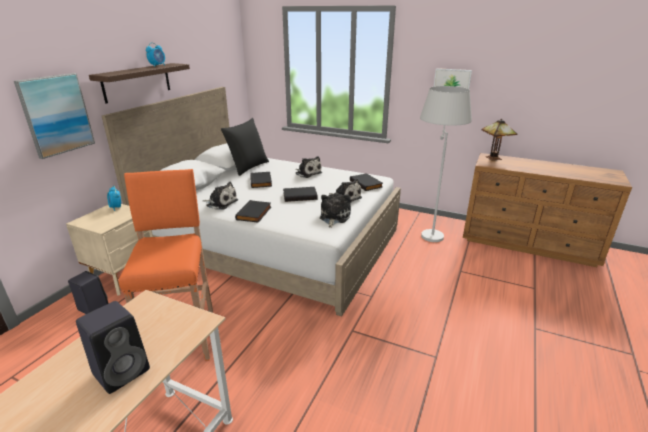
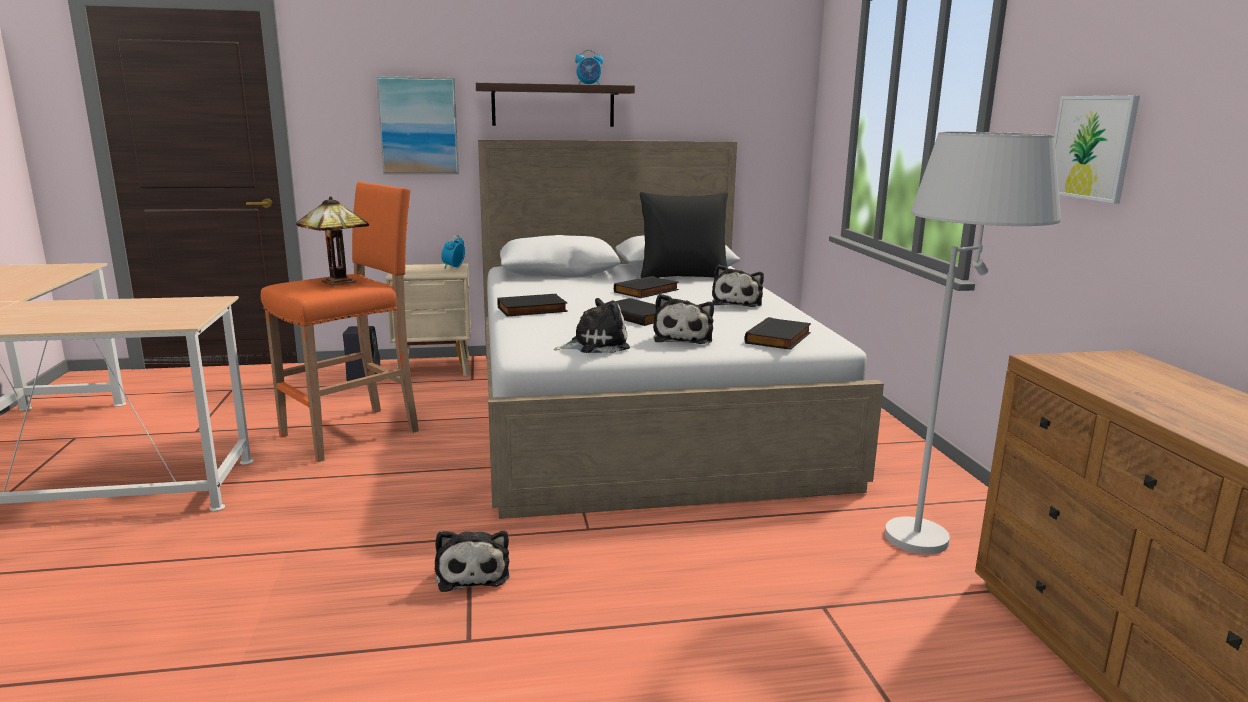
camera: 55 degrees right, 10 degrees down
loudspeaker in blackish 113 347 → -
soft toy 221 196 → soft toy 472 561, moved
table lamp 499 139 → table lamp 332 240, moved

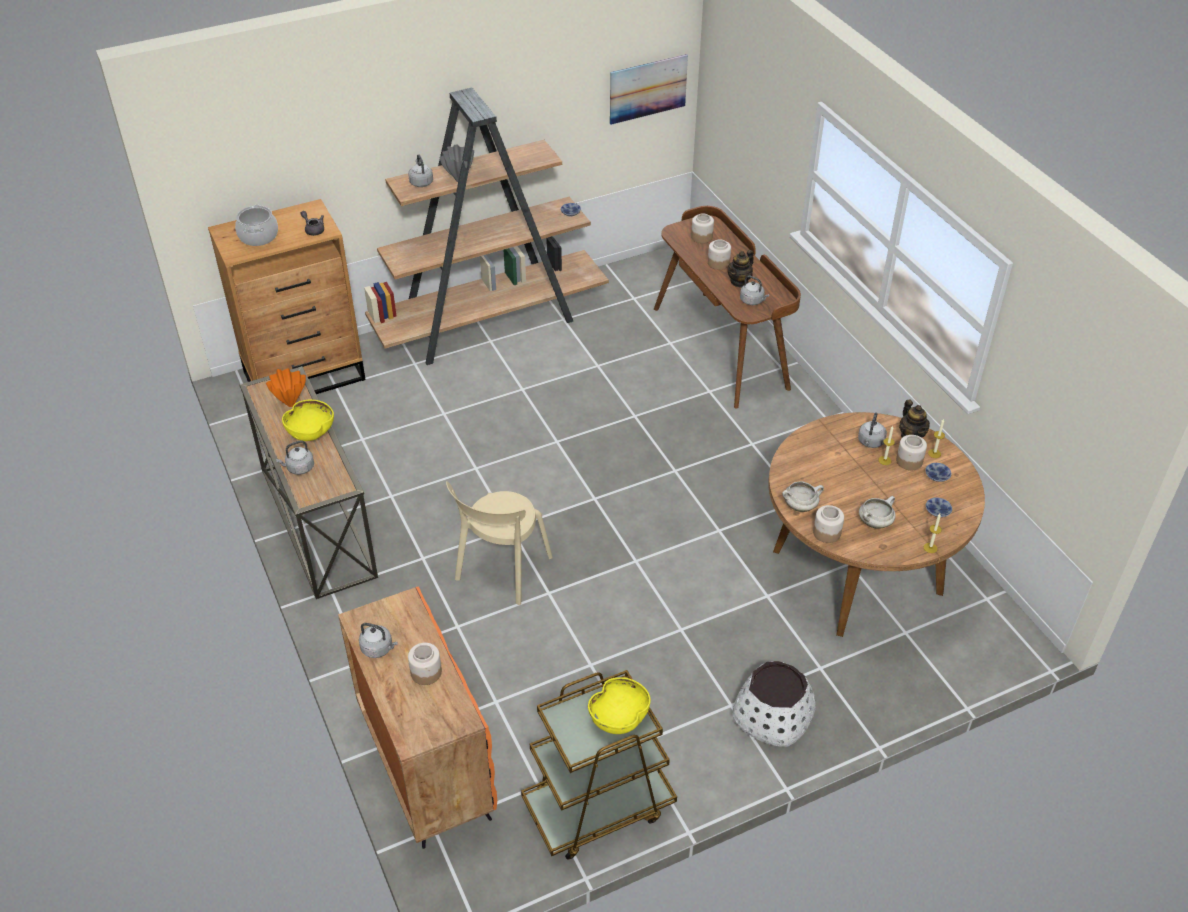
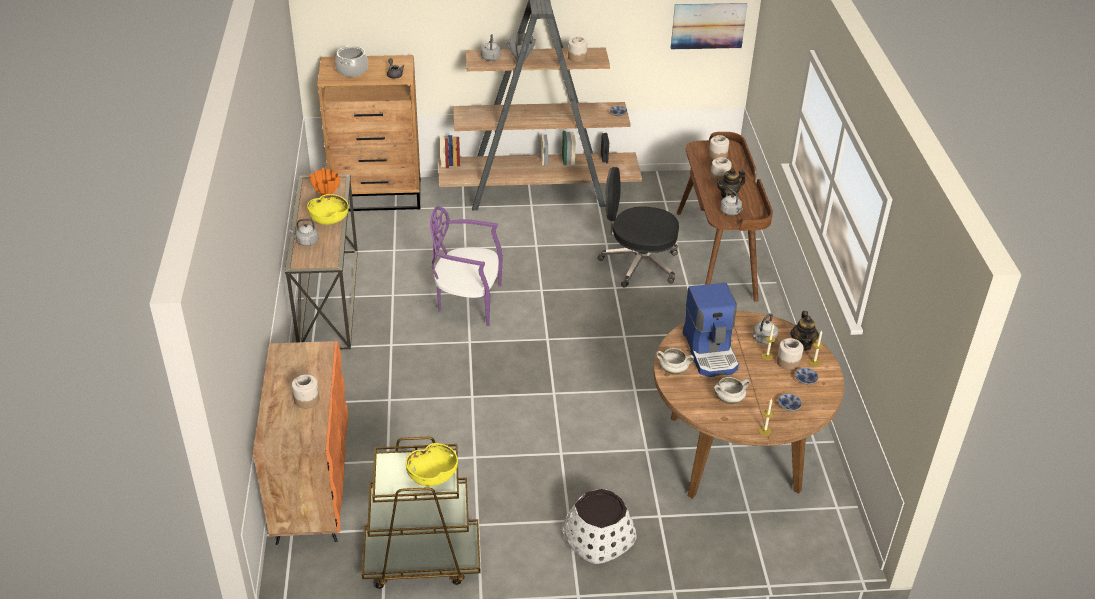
camera: 20 degrees right, 5 degrees down
tea kettle in gray 378 640 → -
plain chair in beige-coloured 499 543 → -
storage jar 828 524 → storage jar 577 49, moved
- → plain chair in purplish 466 266
- → computer chair in blackish 638 227
- → coffee brewer 711 330

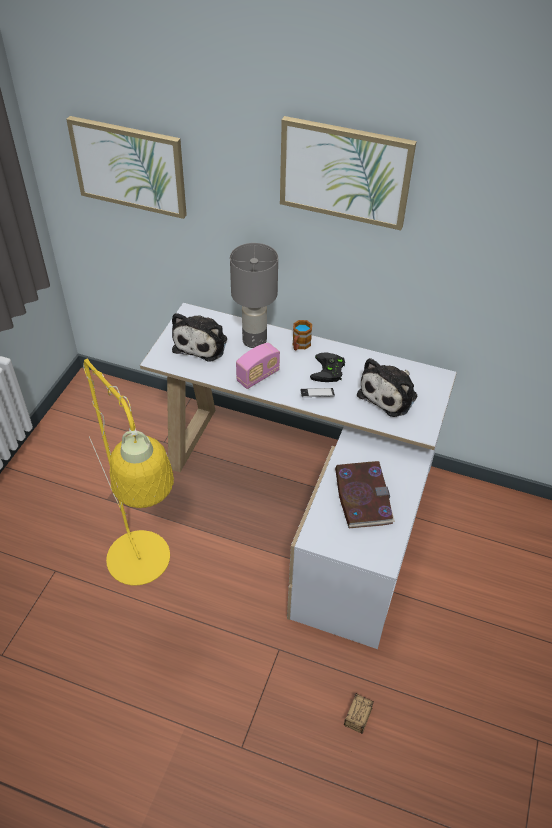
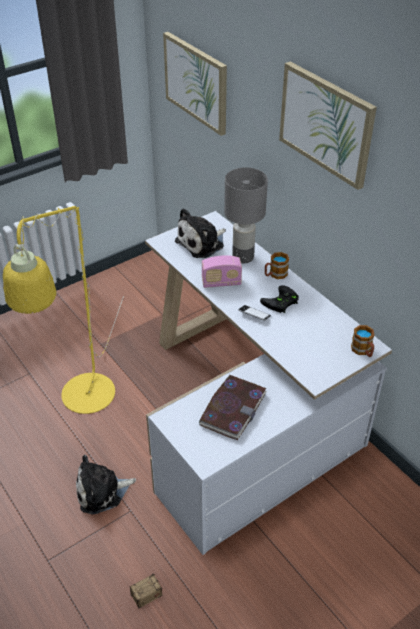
camera: 35 degrees right, 5 degrees down
soft toy 387 387 → soft toy 106 484, moved
- → coffee mug 362 341

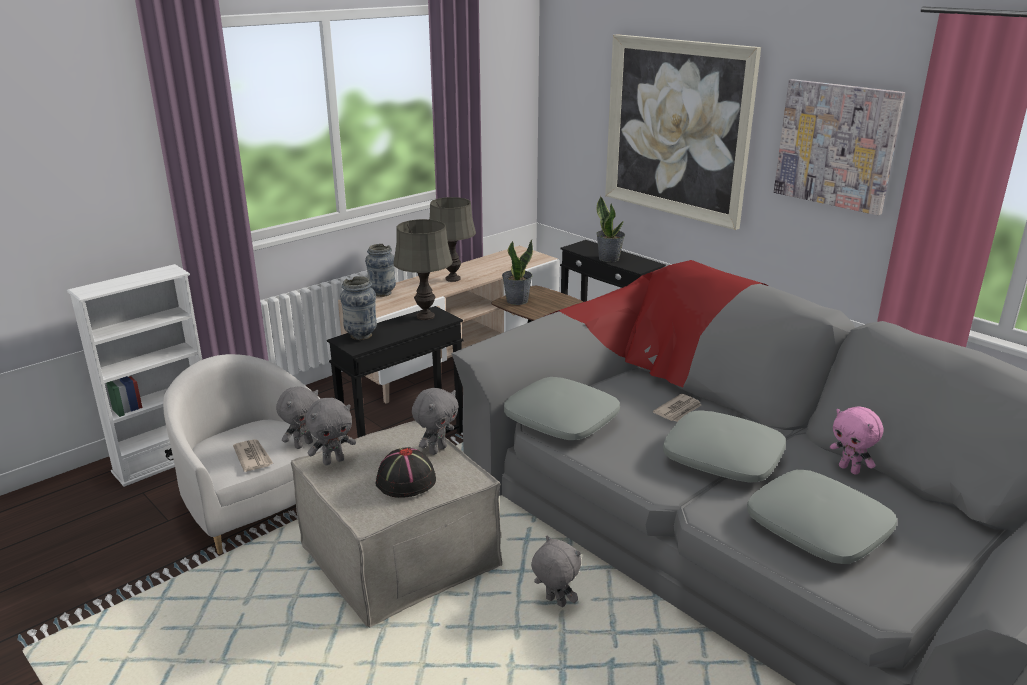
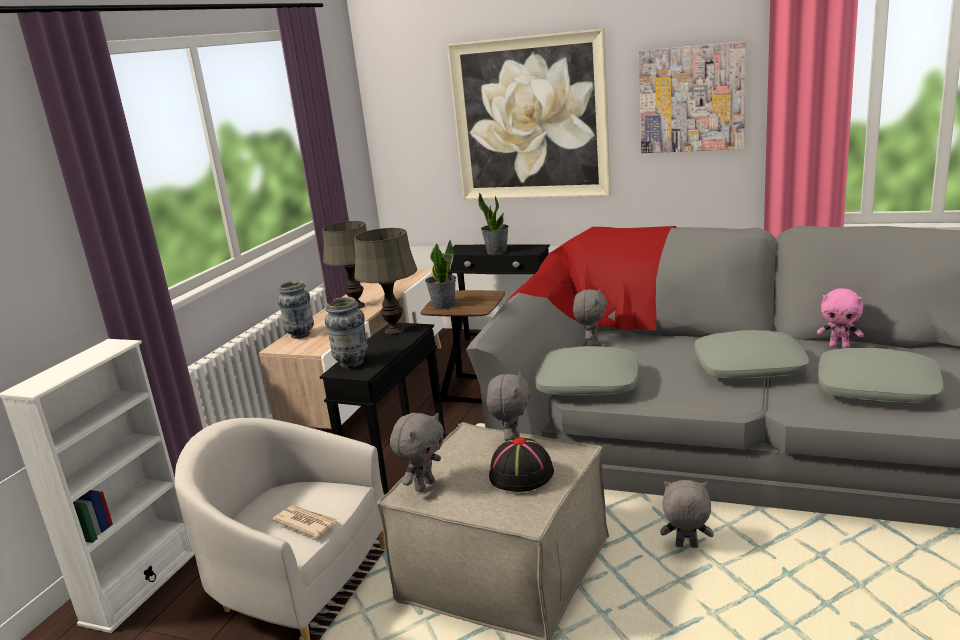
camera: 25 degrees left, 5 degrees down
soft toy in gray 297 417 → soft toy in gray 590 317, moved
newspaper 677 408 → -

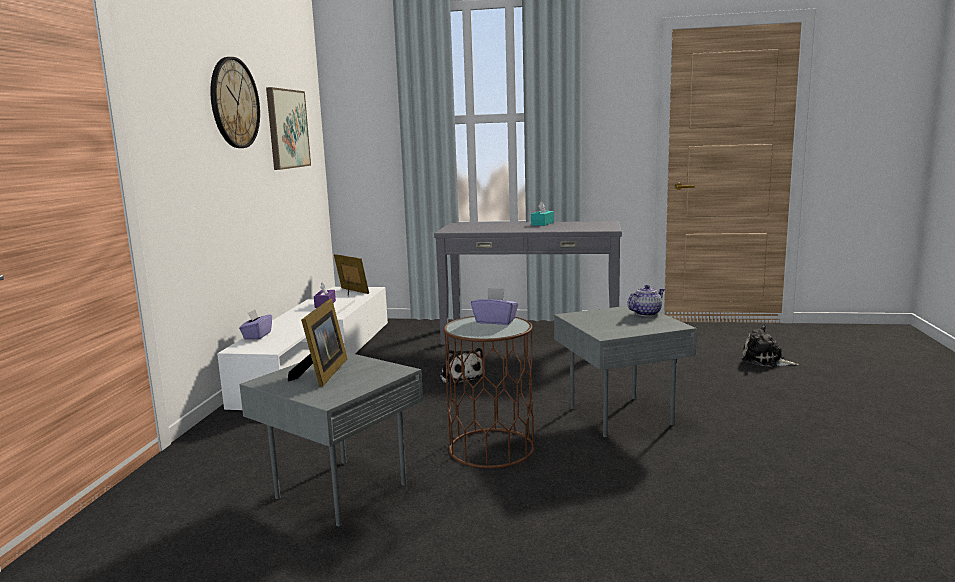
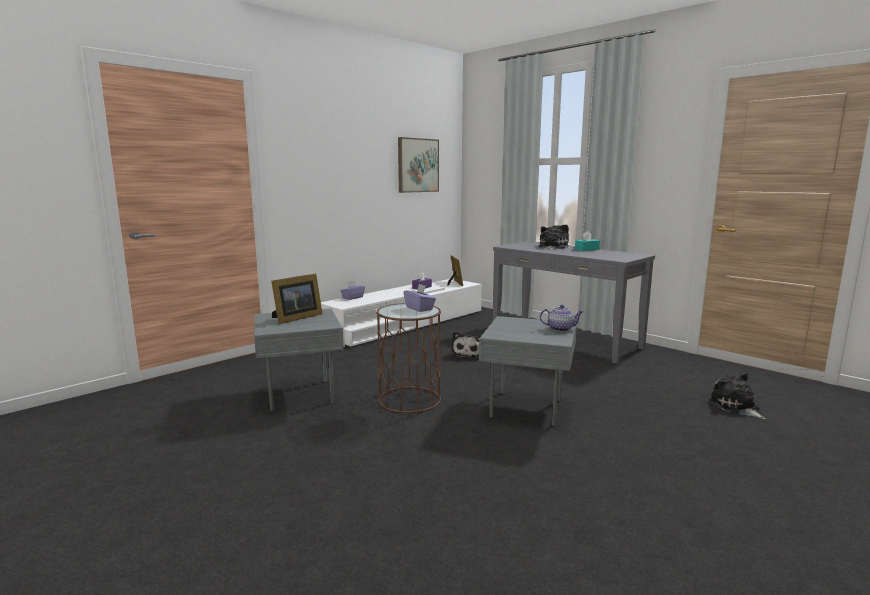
camera: 35 degrees right, 0 degrees up
clock on the wall 235 102 → -
- → soft toy 553 237

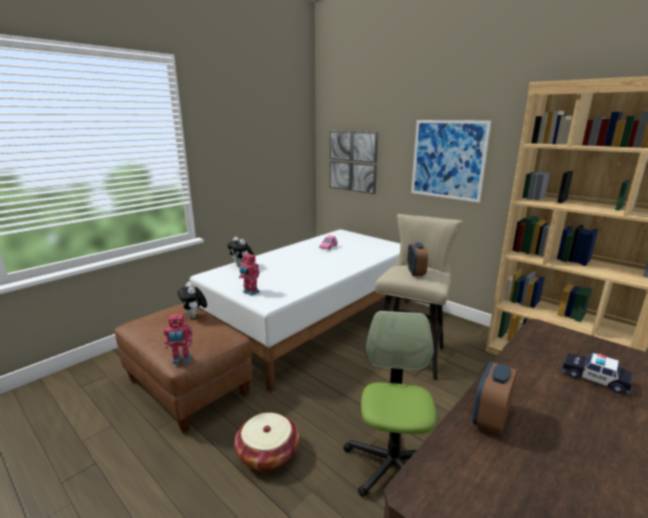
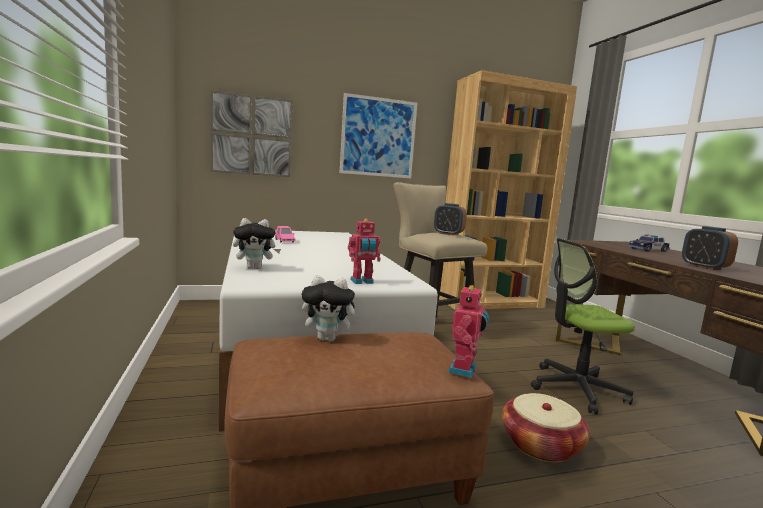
camera: 60 degrees left, 10 degrees down
computer chair 390 404 → computer chair 583 326, 45 degrees counterclockwise

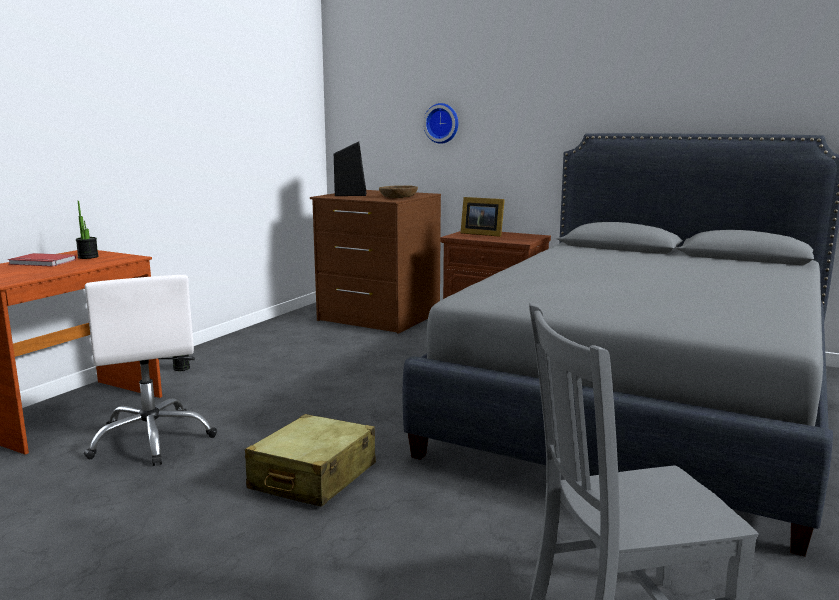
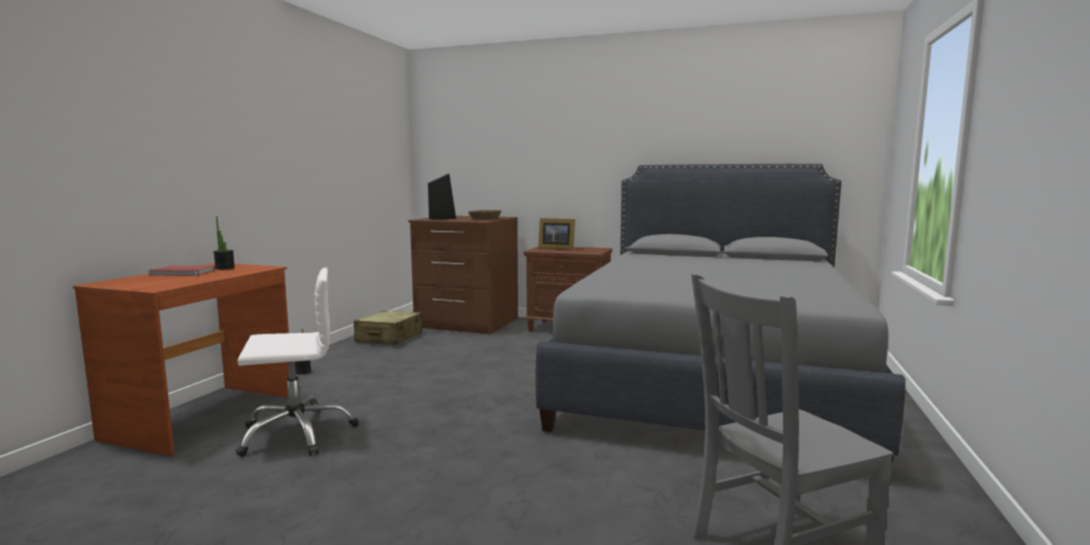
camera: 10 degrees left, 5 degrees down
computer chair in white 150 370 → computer chair in white 297 362, 75 degrees counterclockwise
travel case in beige-coloured 310 460 → travel case in beige-coloured 388 328, moved
clock on the wall 440 123 → -

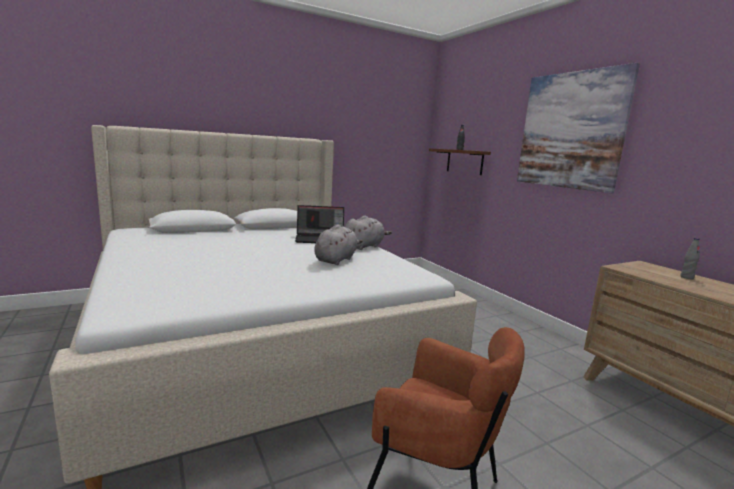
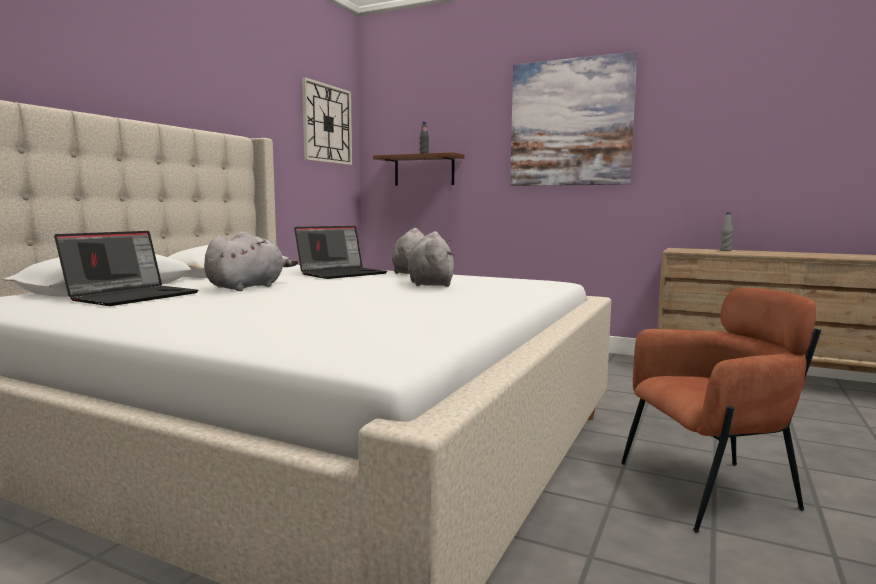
camera: 35 degrees left, 5 degrees down
- → laptop 126 268
- → soft toy in gray 251 261
- → clock on the wall 327 121

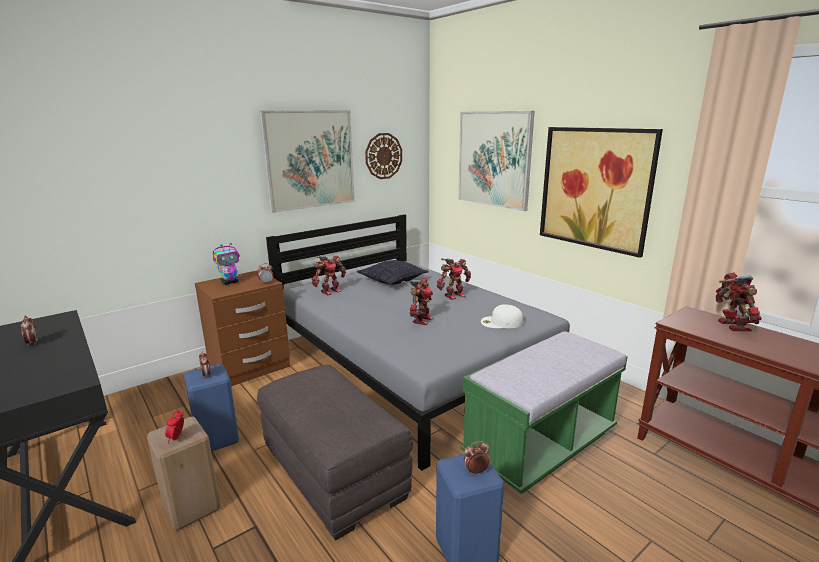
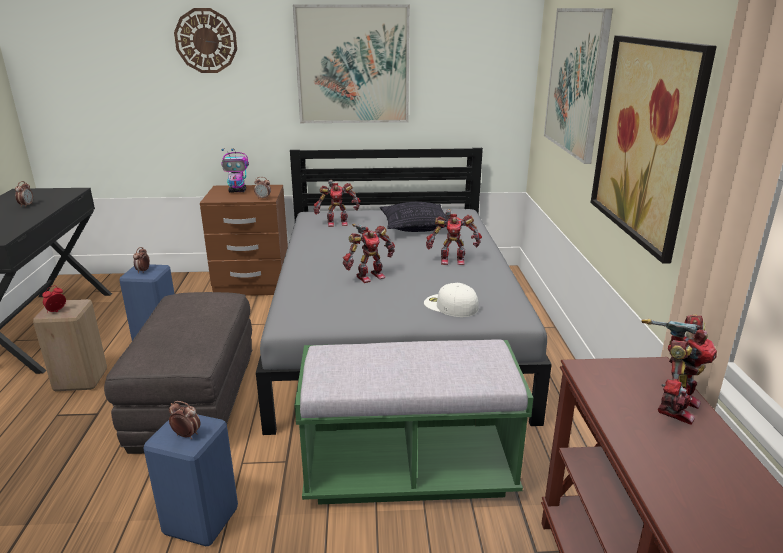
camera: 35 degrees right, 5 degrees up
clock on the wall 383 156 → clock on the wall 205 40, moved

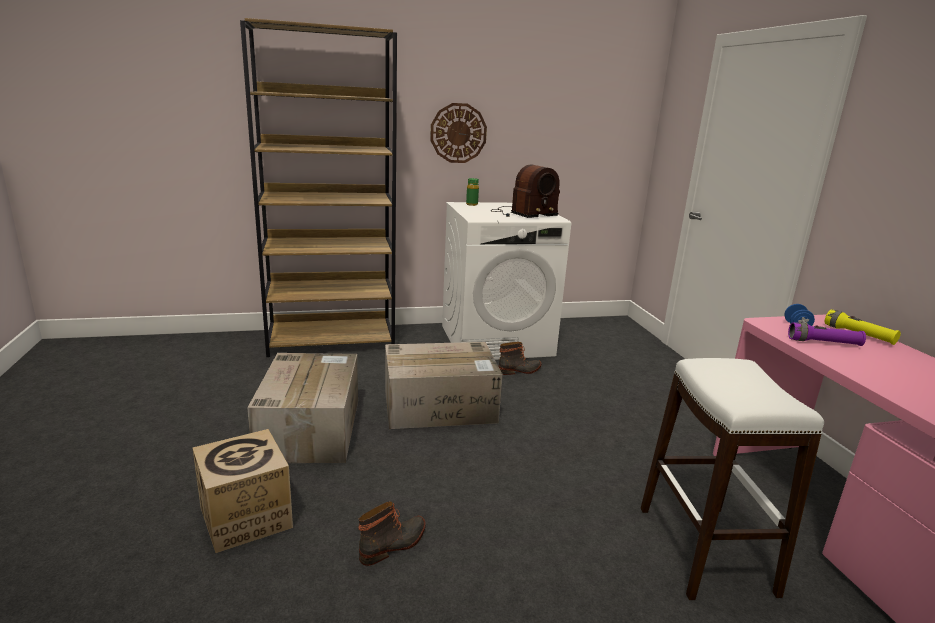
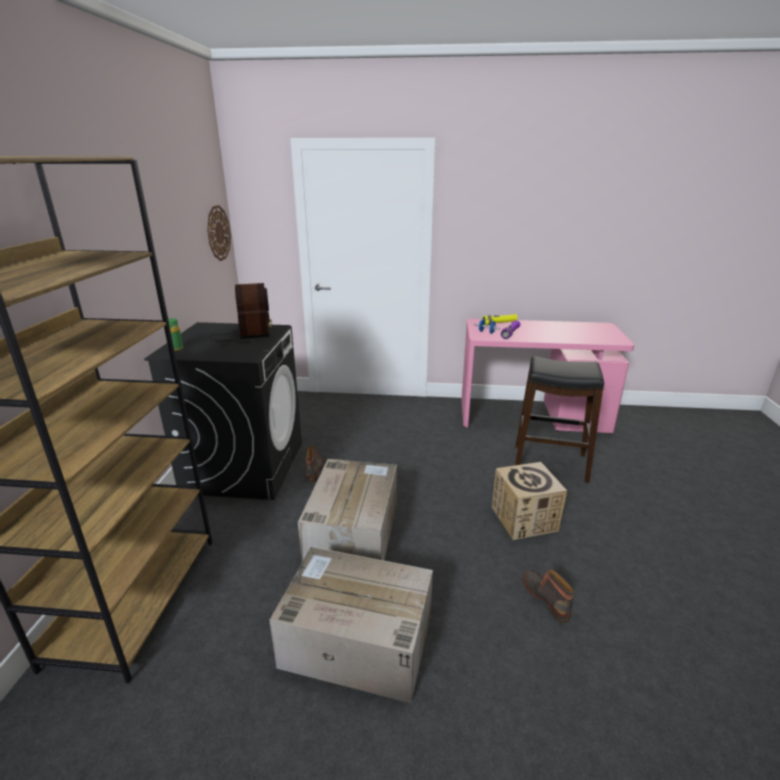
camera: 70 degrees left, 5 degrees up
cardboard box 243 491 → cardboard box 529 501, moved
clock on the wall 458 133 → clock on the wall 219 233, moved
laundry machine in white 506 281 → laundry machine in blackish 223 411
stool in white 732 479 → stool in blackish 559 419

